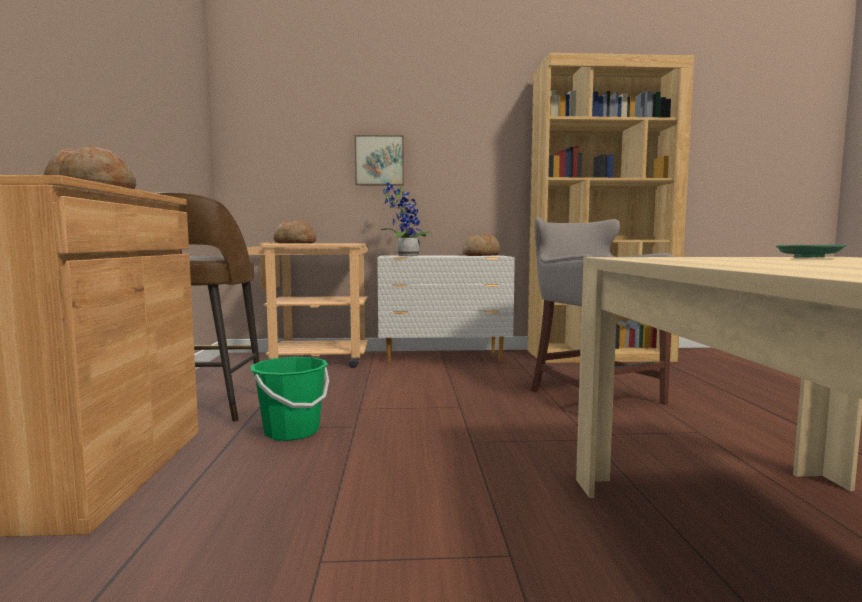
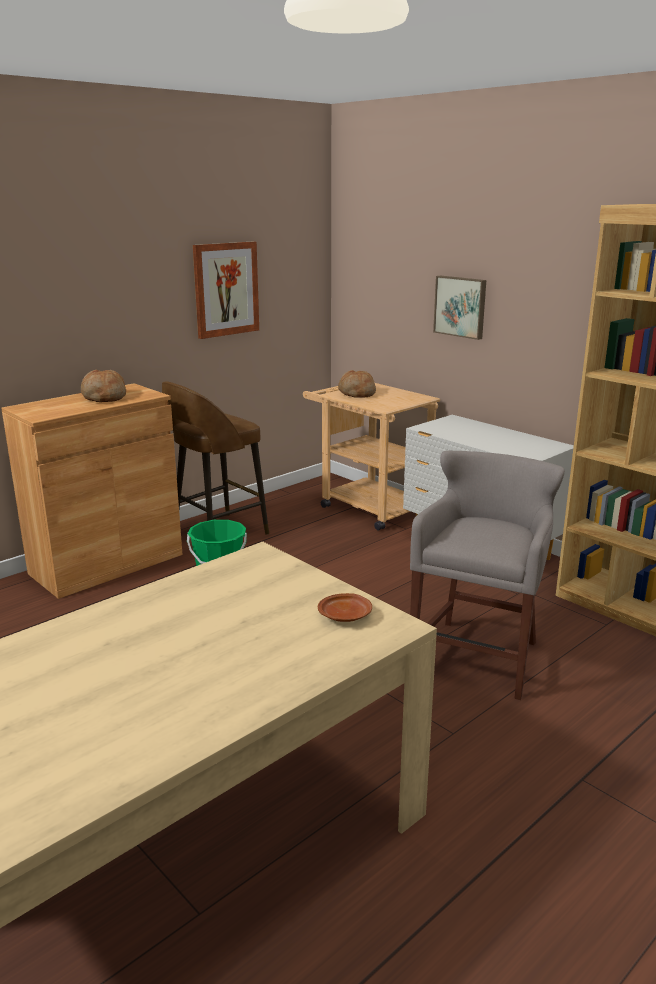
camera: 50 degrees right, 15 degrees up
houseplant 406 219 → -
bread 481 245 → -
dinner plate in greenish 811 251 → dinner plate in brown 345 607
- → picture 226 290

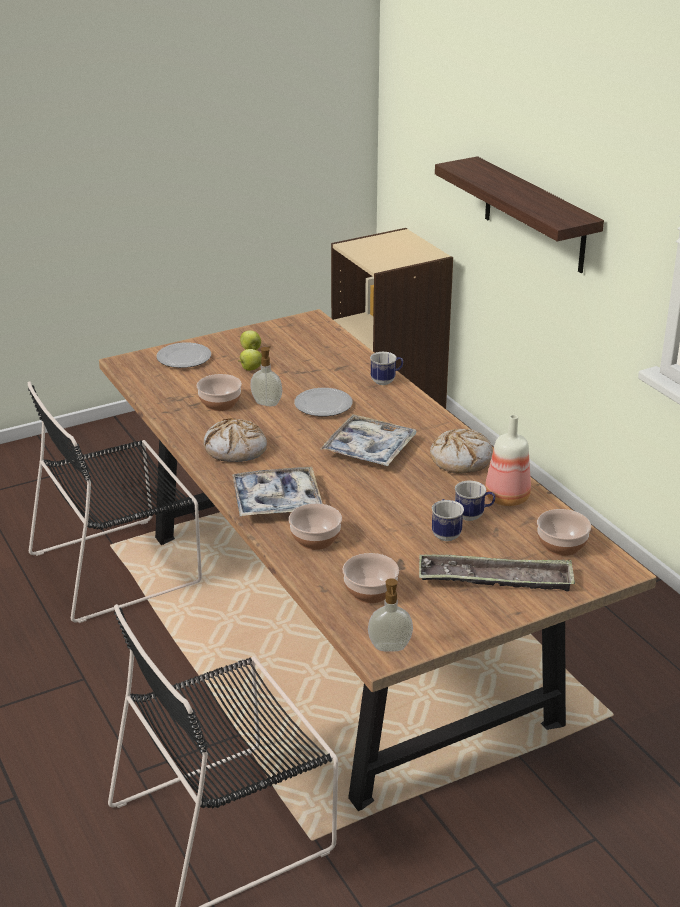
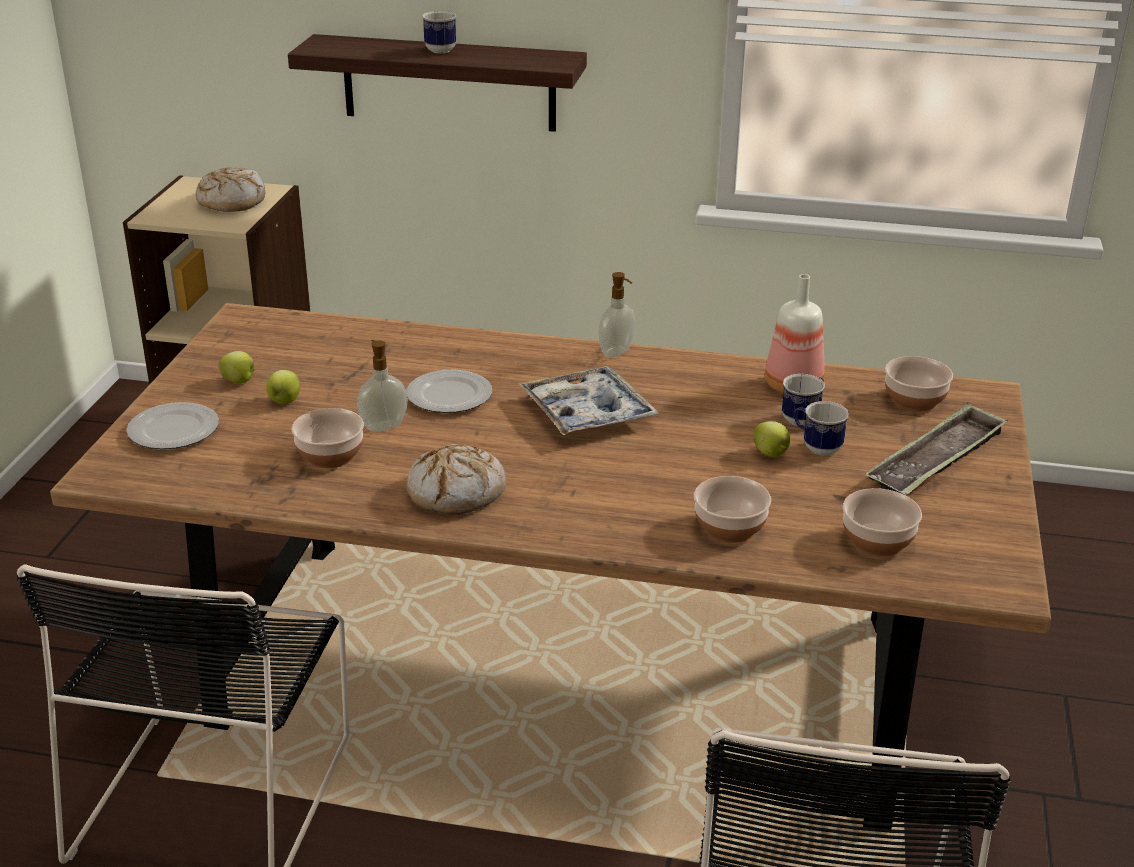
camera: 50 degrees left, 0 degrees up
serving tray 277 491 → -
liquid soap bottle 390 615 → liquid soap bottle 617 315, moved
coffee mug 386 368 → coffee mug 439 32, moved
bread 461 451 → bread 230 189, moved
- → whole apple 772 439

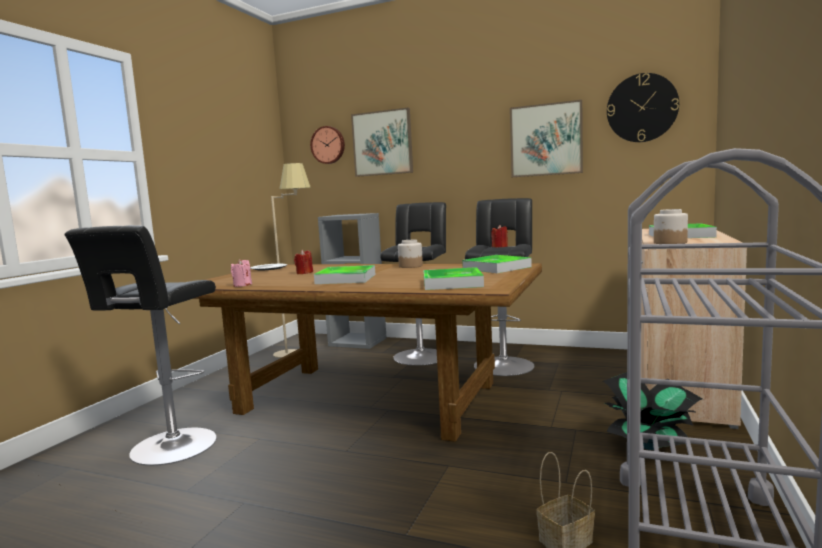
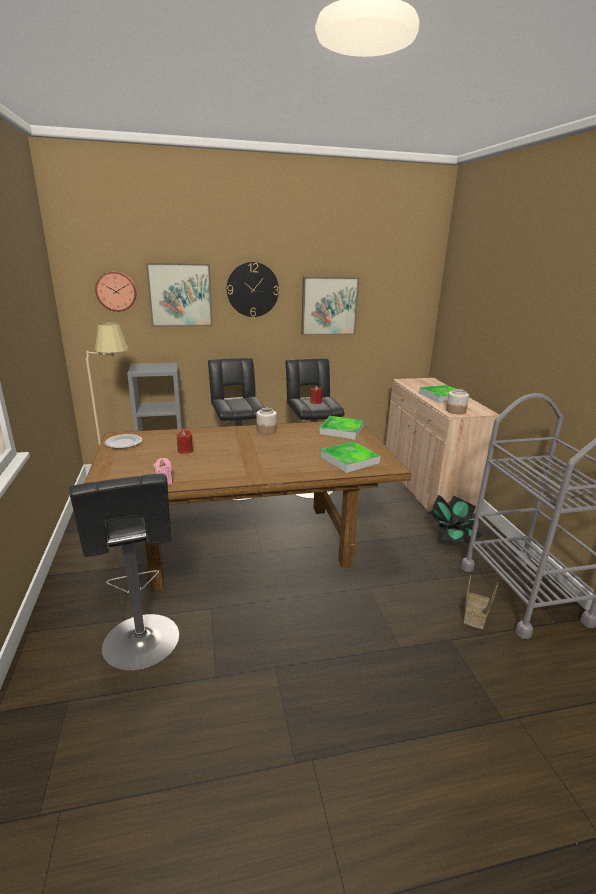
camera: 35 degrees left, 15 degrees up
serving tray 344 274 → -
clock on the wall 643 107 → clock on the wall 253 289, moved

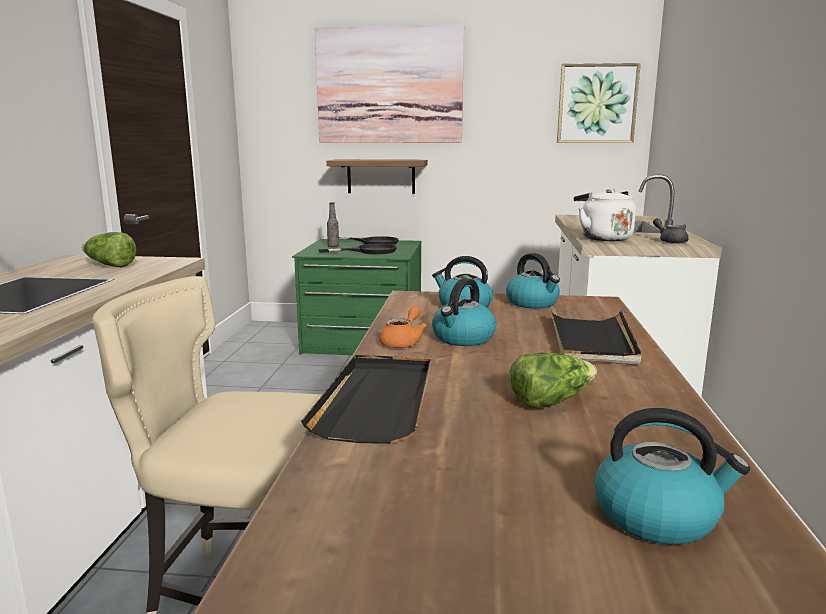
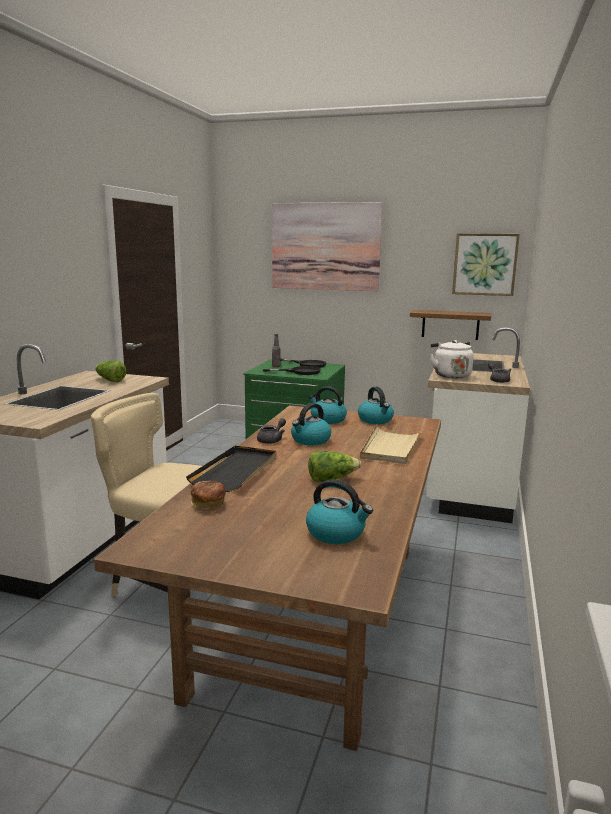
camera: 10 degrees right, 0 degrees up
bracket shelf 377 176 → bracket shelf 450 325, moved
pot for tea in orange 403 327 → pot for tea in gray 271 431
serving tray in blackish 595 336 → serving tray in beige-coloured 391 444
- → bread 208 495

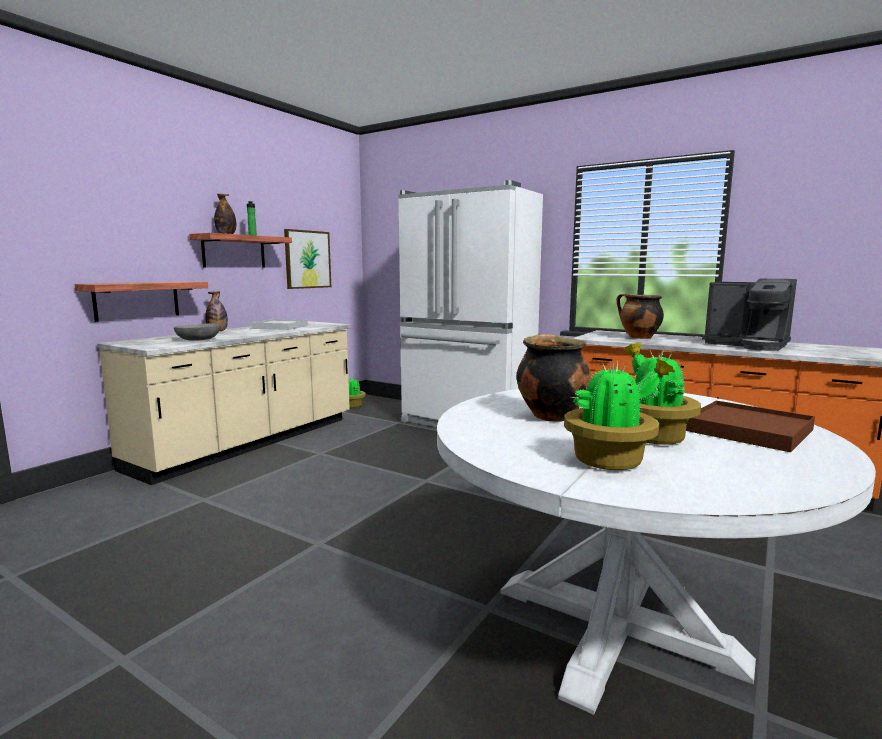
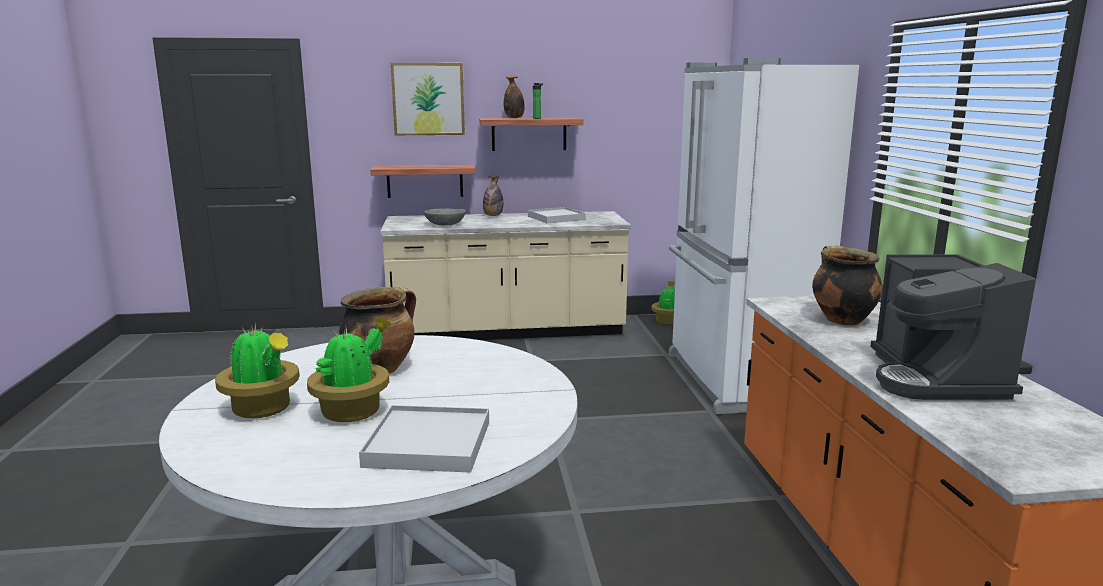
camera: 50 degrees right, 5 degrees up
picture 307 259 → picture 428 99, moved
serving tray in brown 750 426 → serving tray in white 424 439

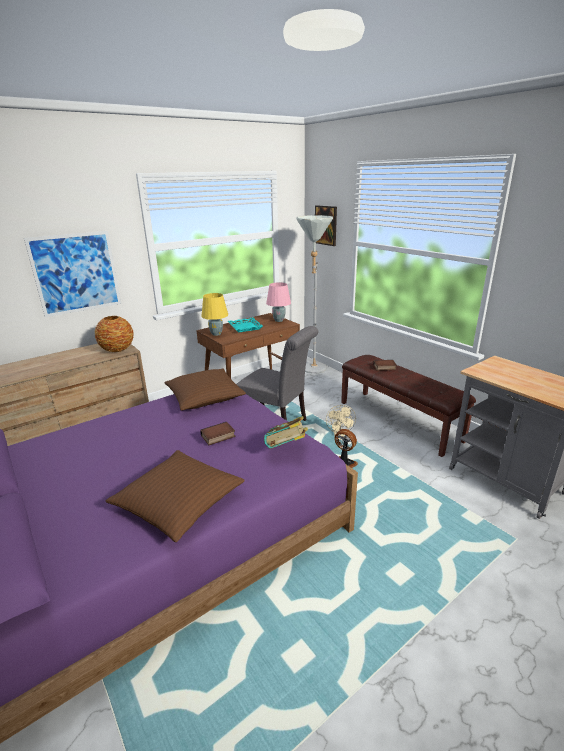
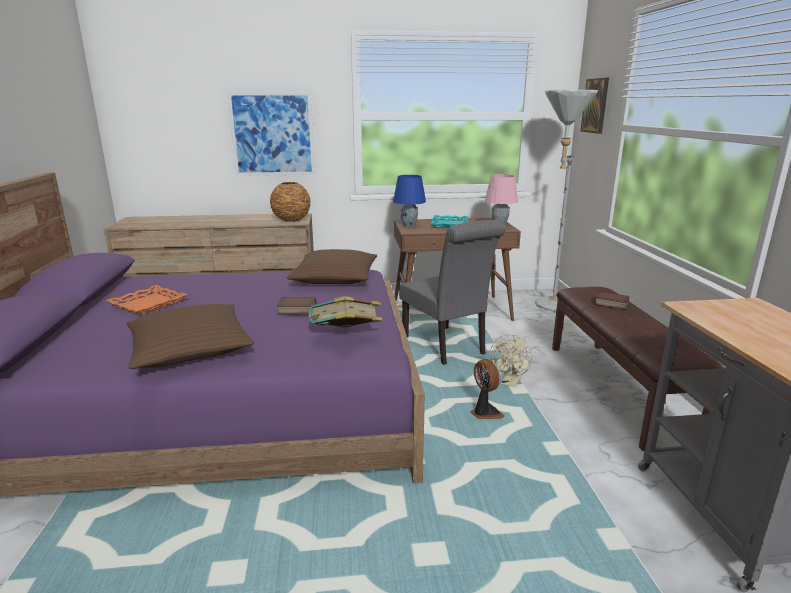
camera: 30 degrees right, 5 degrees down
table lamp in yellowish 214 314 → table lamp in bluish 409 201
- → serving tray in orange 146 300

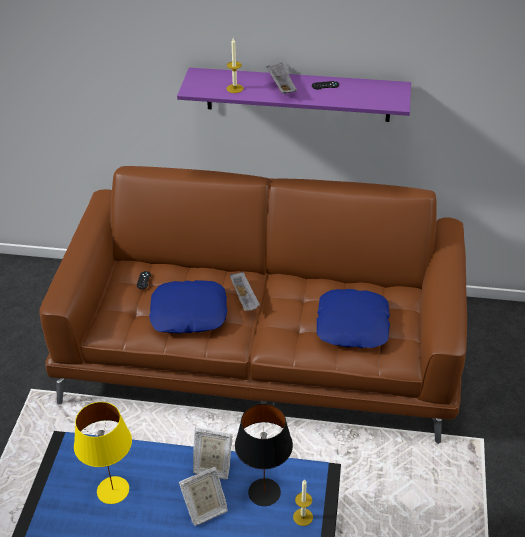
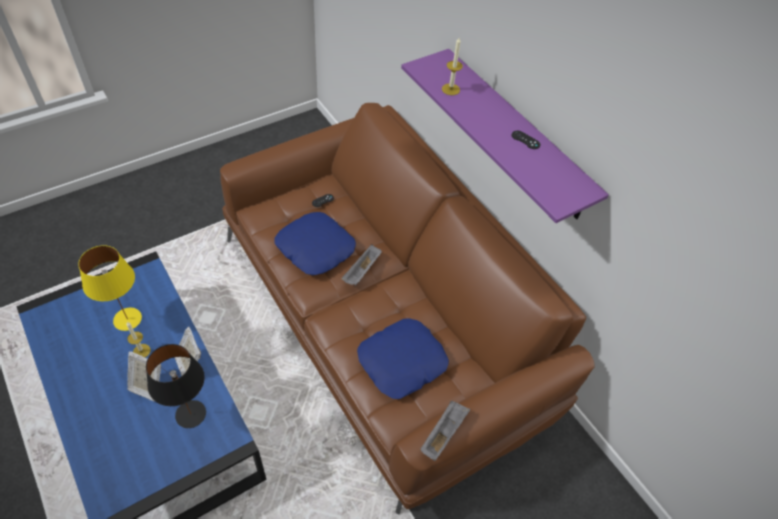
camera: 45 degrees right, 10 degrees up
serving tray in gray 281 78 → serving tray in gray 445 431, moved
wax candle 303 502 → wax candle 138 339, moved

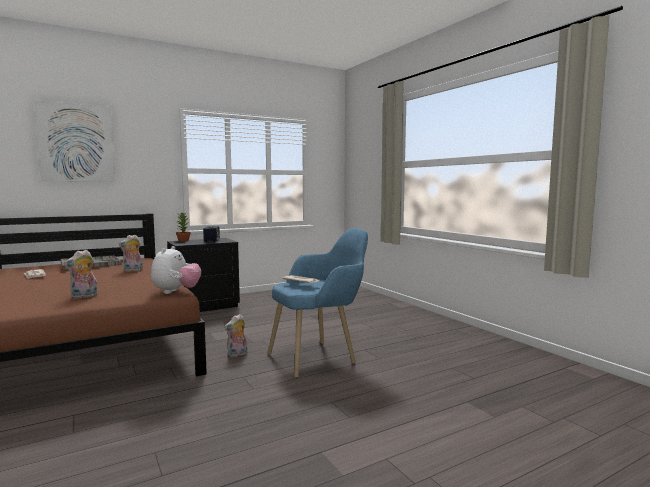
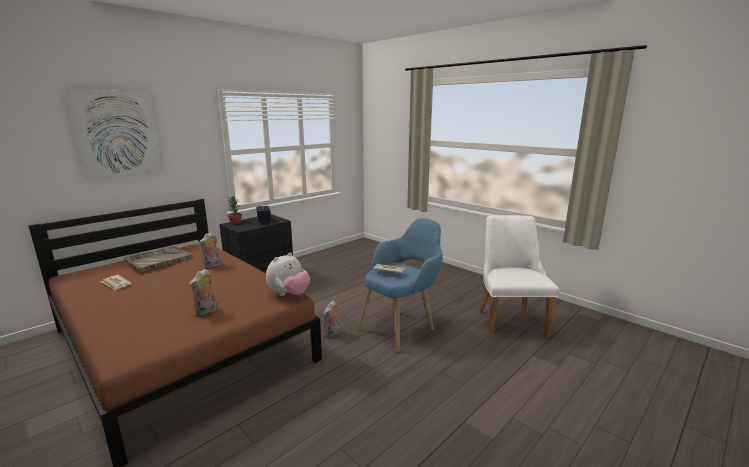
camera: 15 degrees left, 10 degrees up
soft toy 176 270 → soft toy 288 274, 45 degrees clockwise
- → plain chair in white 519 276

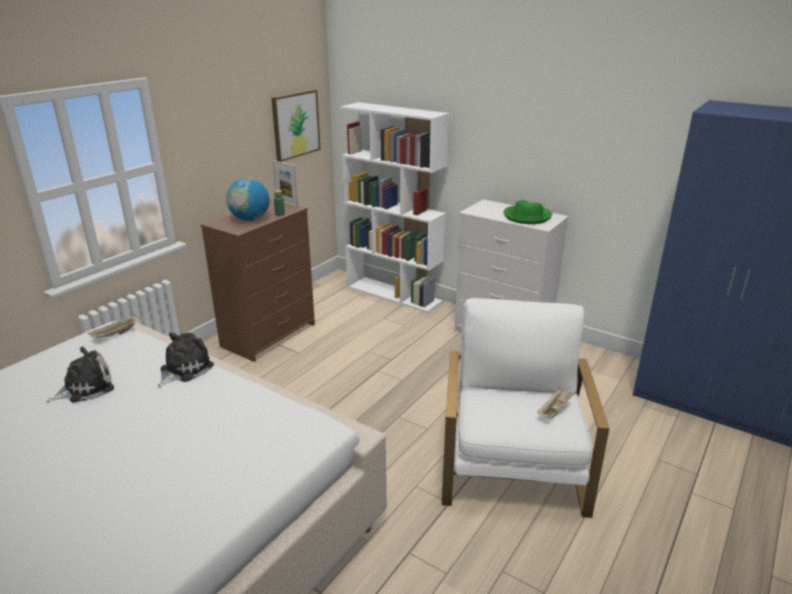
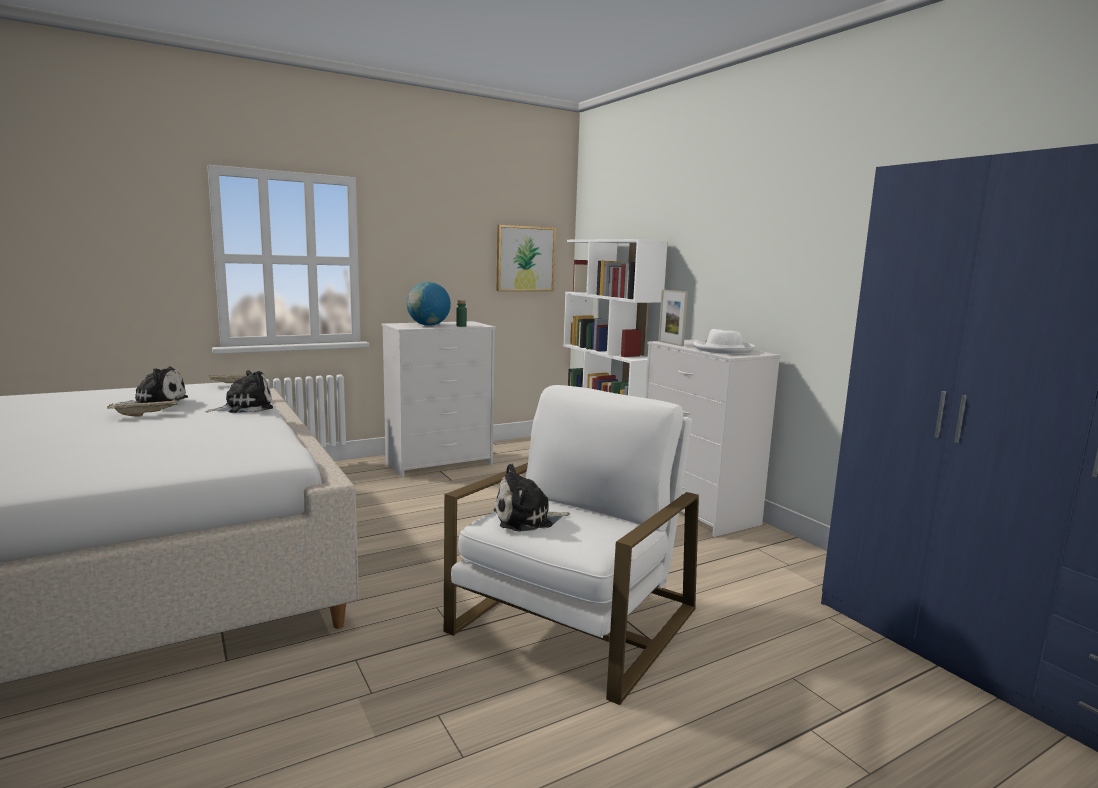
camera: 25 degrees right, 15 degrees down
dresser in brown 257 280 → dresser in white 439 399
standing frame 285 184 → standing frame 673 317, moved
clothing hat in greenish 527 212 → clothing hat in white 724 341
serving tray in beige-coloured 556 403 → serving tray in beige-coloured 142 407, moved
- → soft toy 531 497

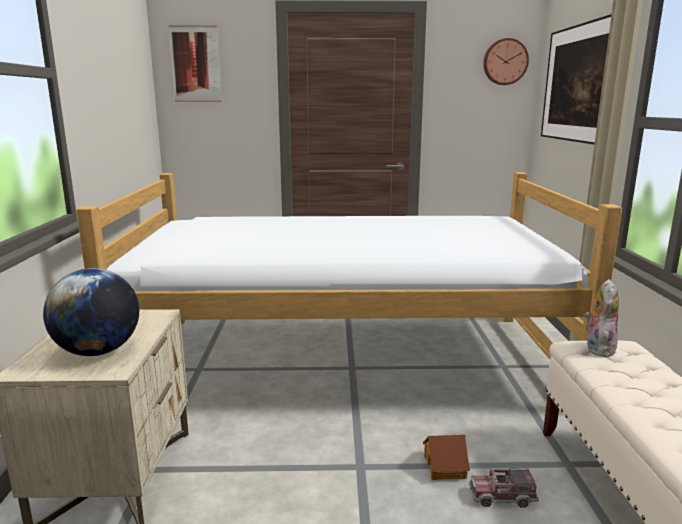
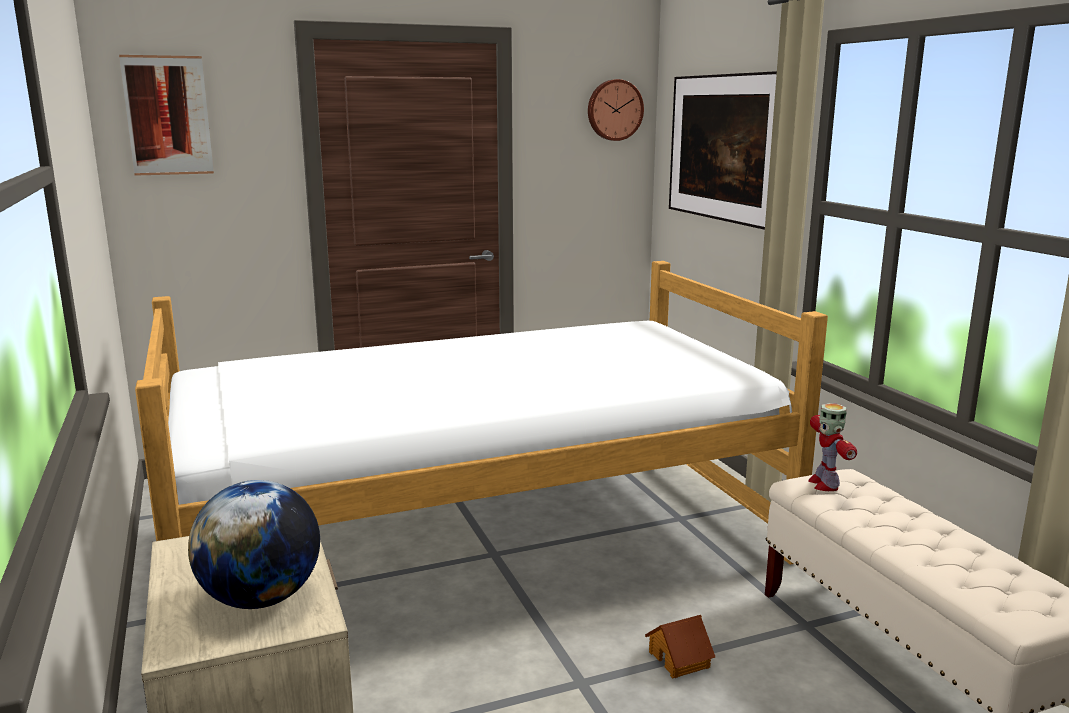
camera: 20 degrees left, 0 degrees up
model truck 504 488 → -
soft toy 601 318 → robot figure 832 447

